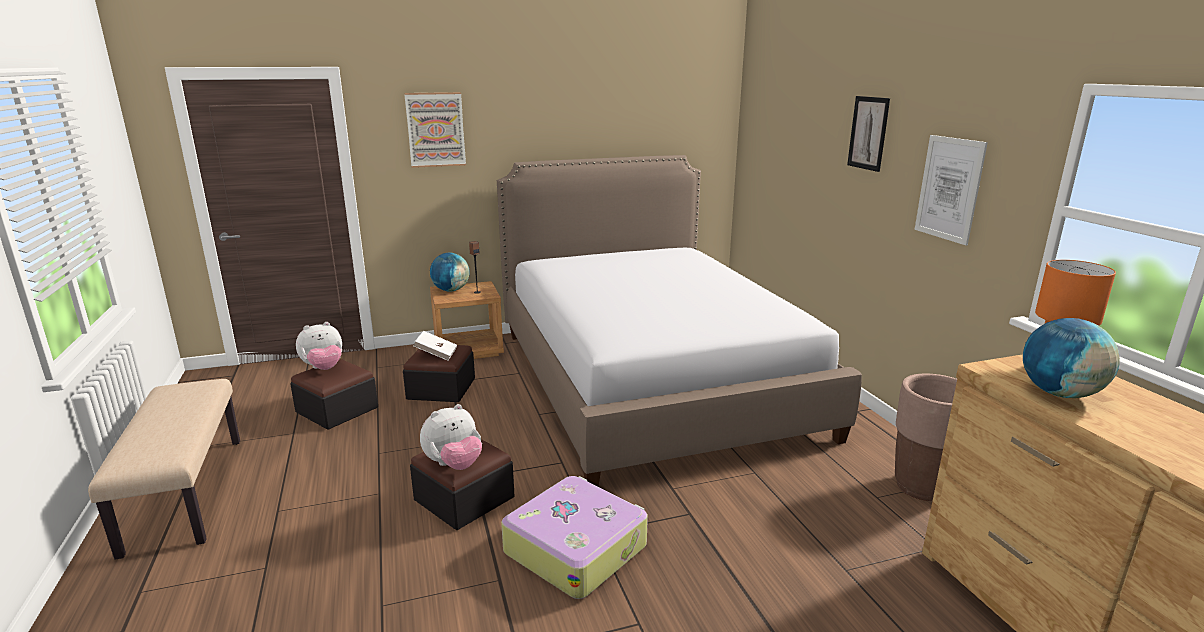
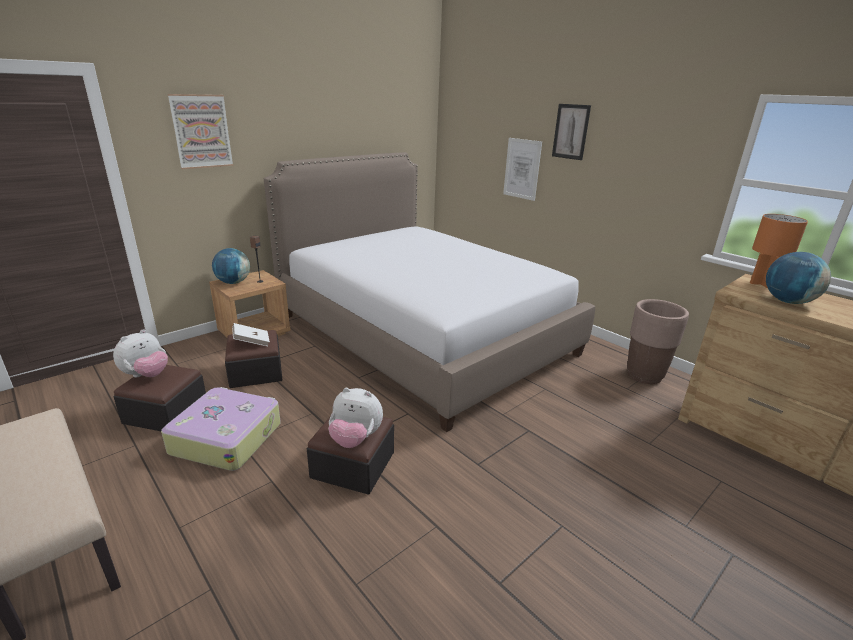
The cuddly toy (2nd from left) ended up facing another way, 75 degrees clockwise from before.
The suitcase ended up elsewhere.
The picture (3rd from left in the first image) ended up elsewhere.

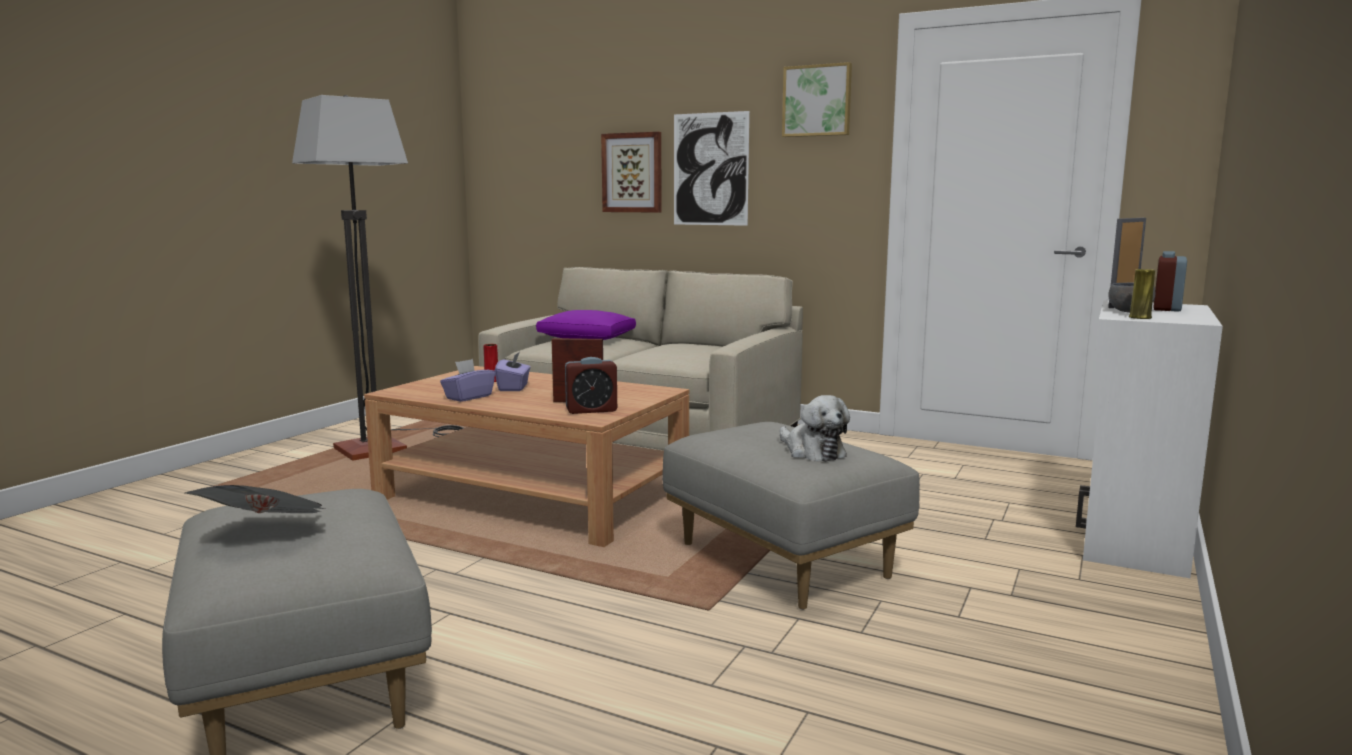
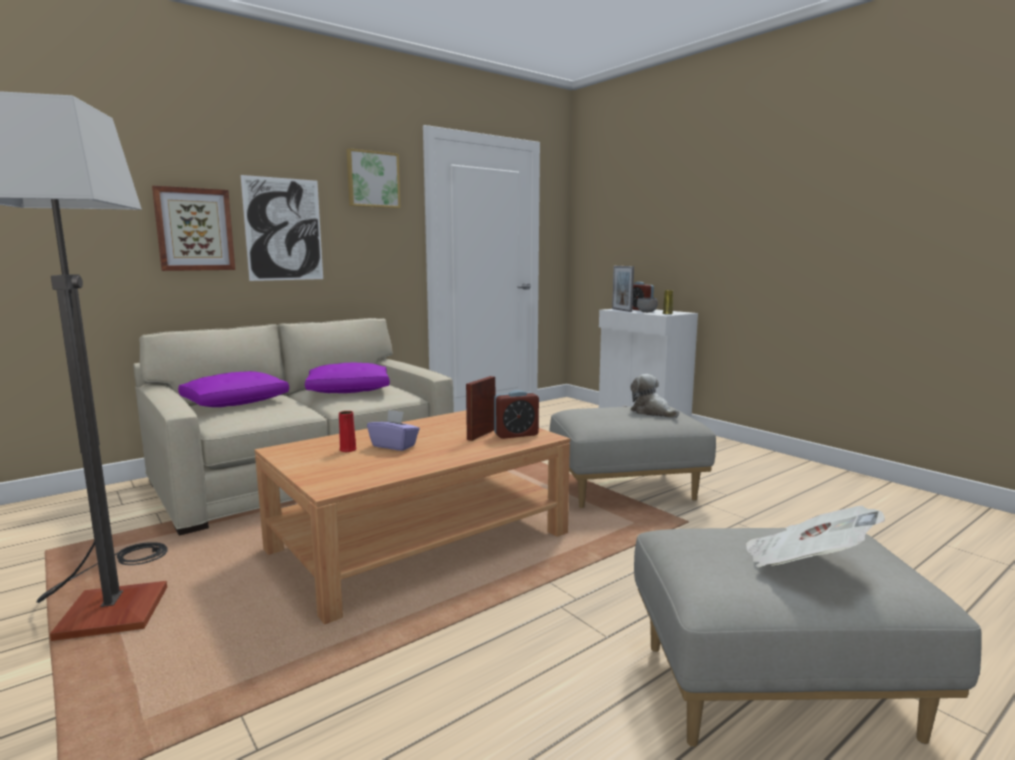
The second view lost the box of tissues (purple) (1st from left).
The table clock (1st from left) ended up facing another way, 60 degrees clockwise from before.
The cuddly toy ended up facing another way, 120 degrees counterclockwise from before.
The second view gained the throw pillow (purple) (2nd from left).

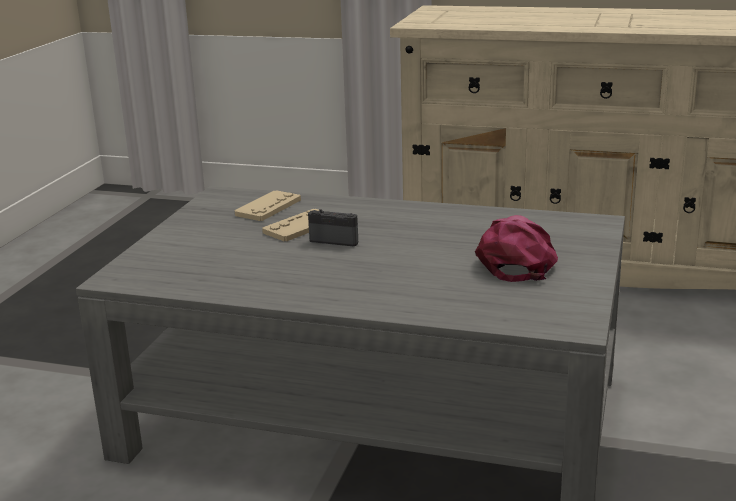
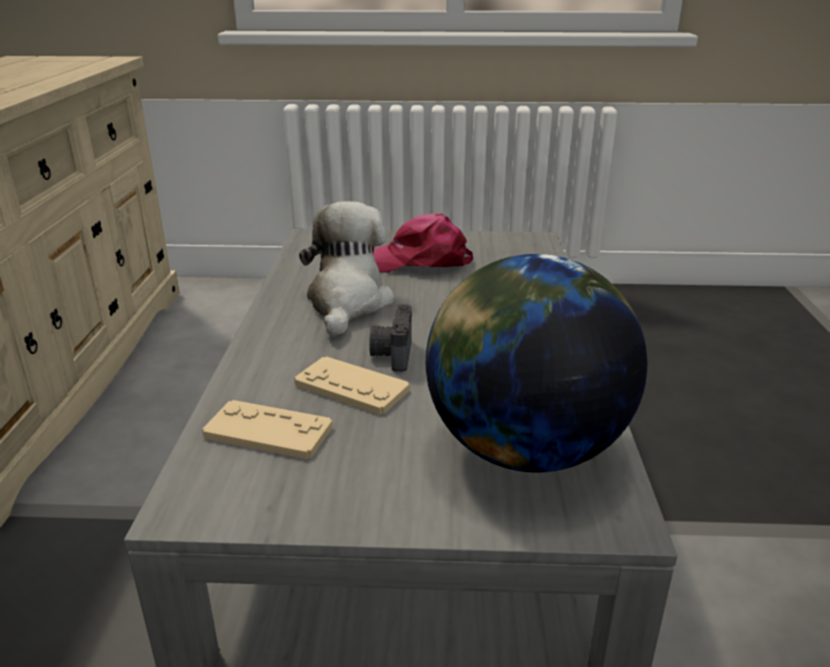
The second view gained the cuddly toy.
The second view gained the globe.

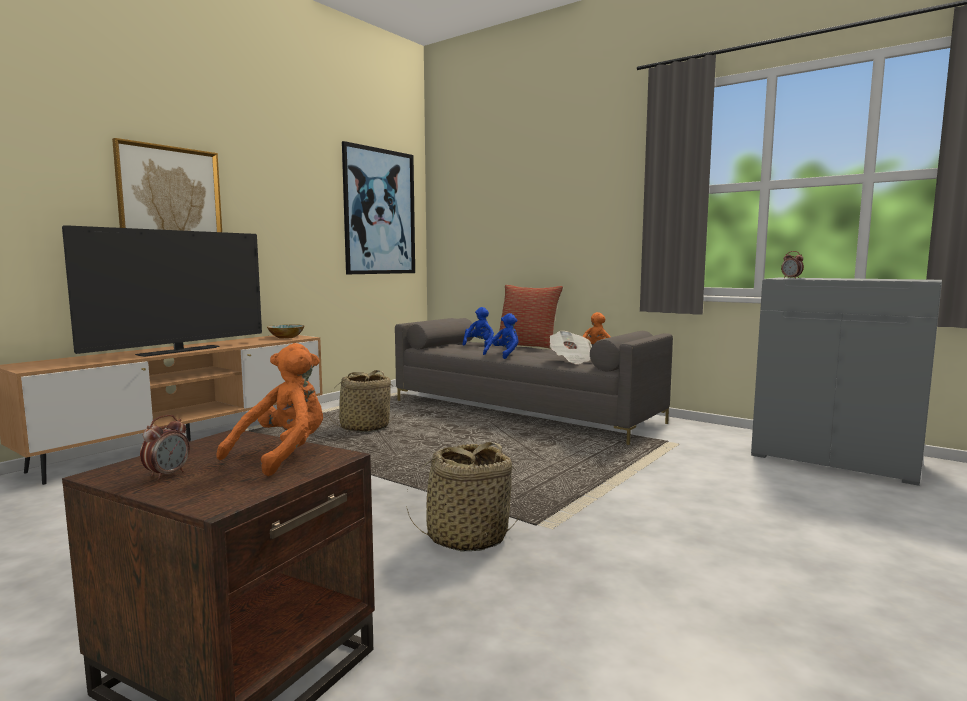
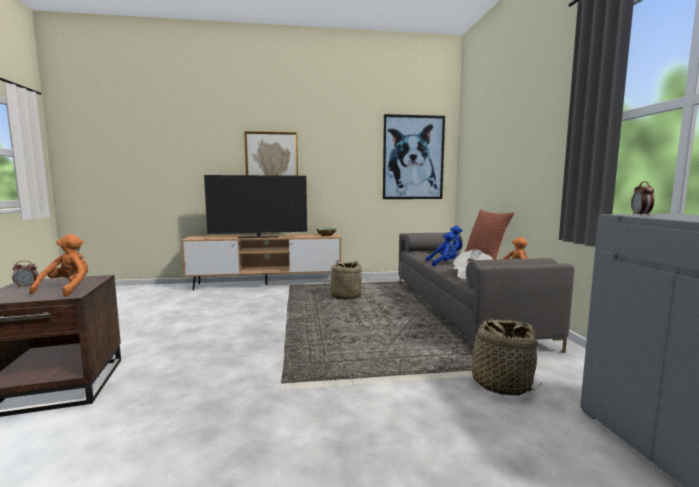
The cuddly toy (orange) (1st from left) ended up facing another way, 75 degrees counterclockwise from before.
The storage basket (2nd from left) ended up elsewhere.

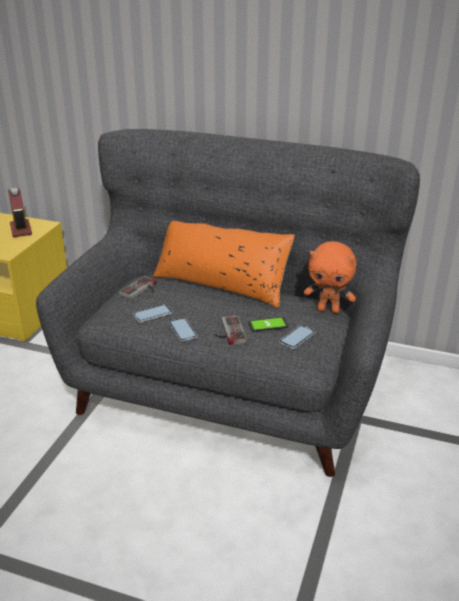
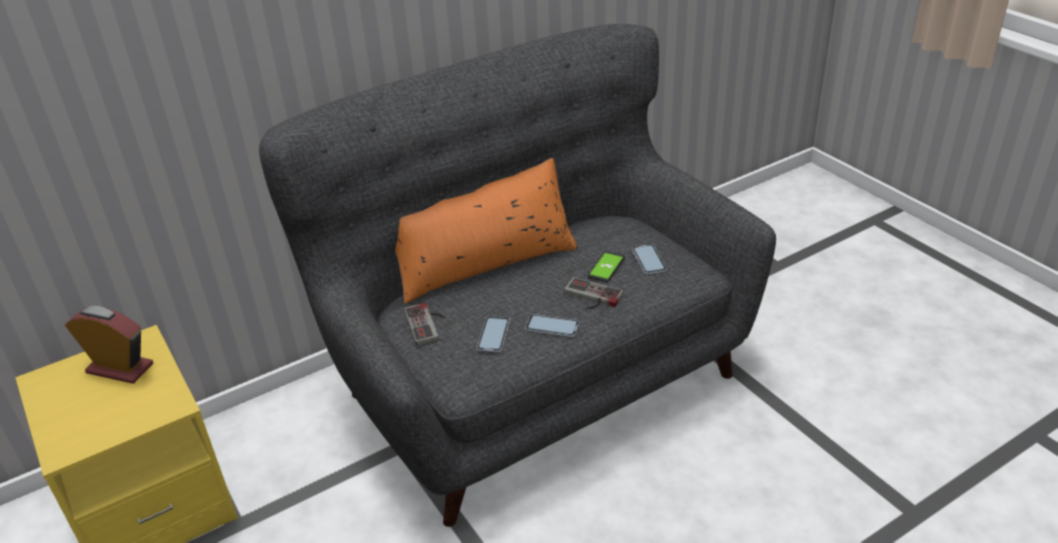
The second view lost the cuddly toy (orange).

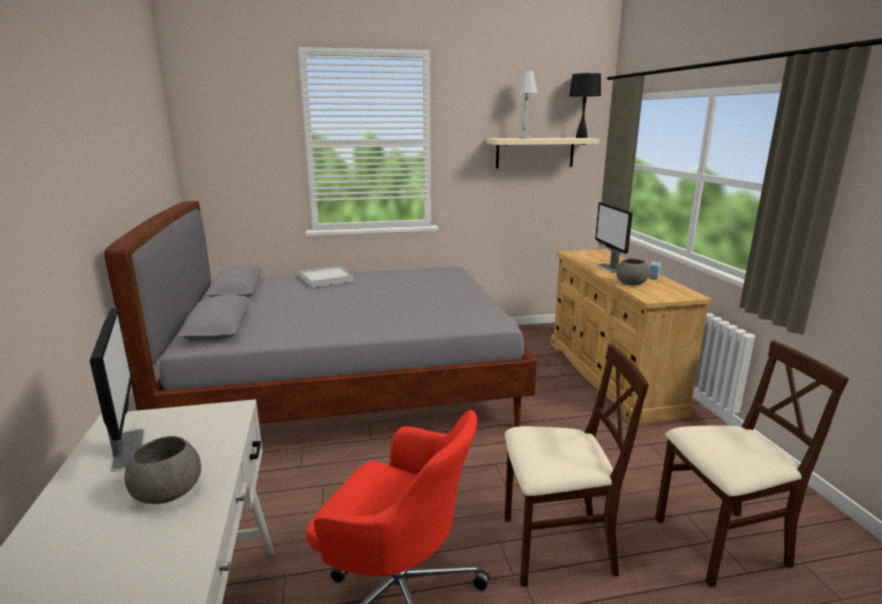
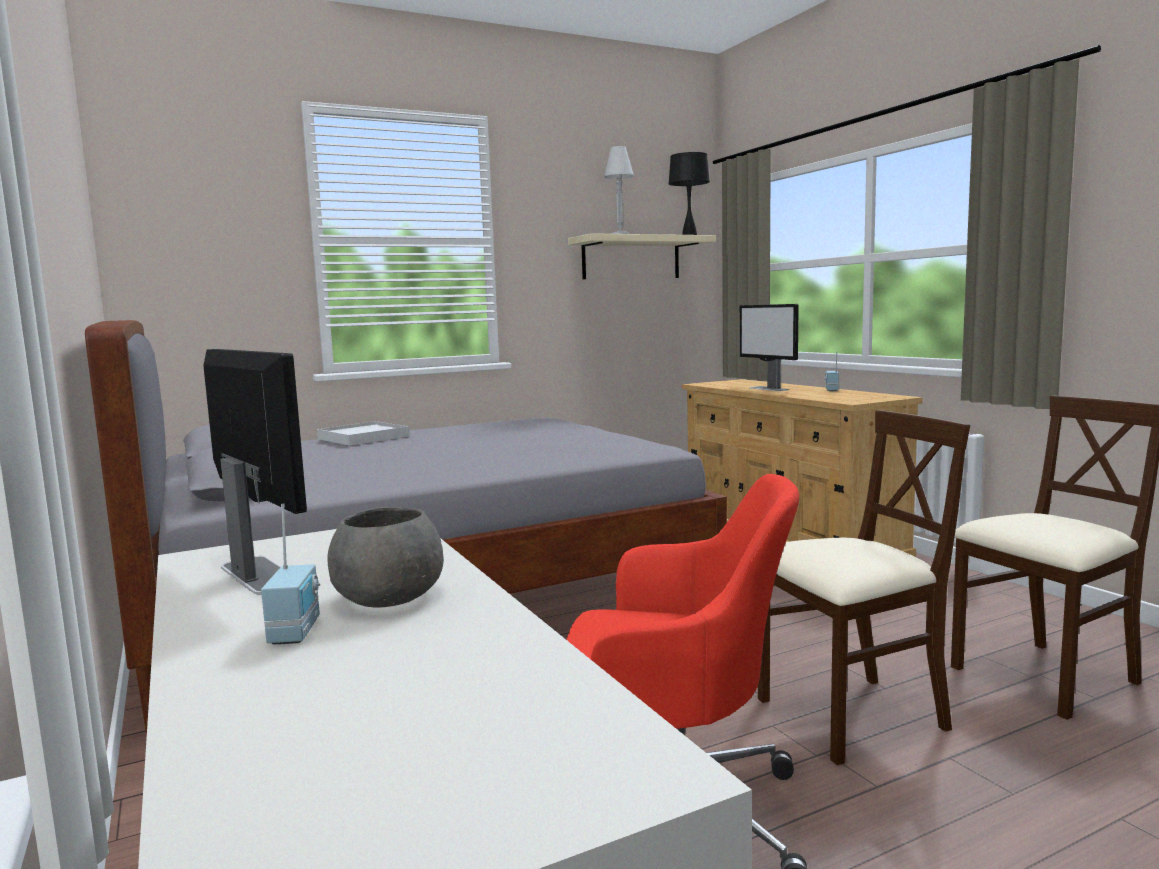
The second view lost the serving bowl (gray) (2nd from left).
The second view gained the radio receiver (1st from left).

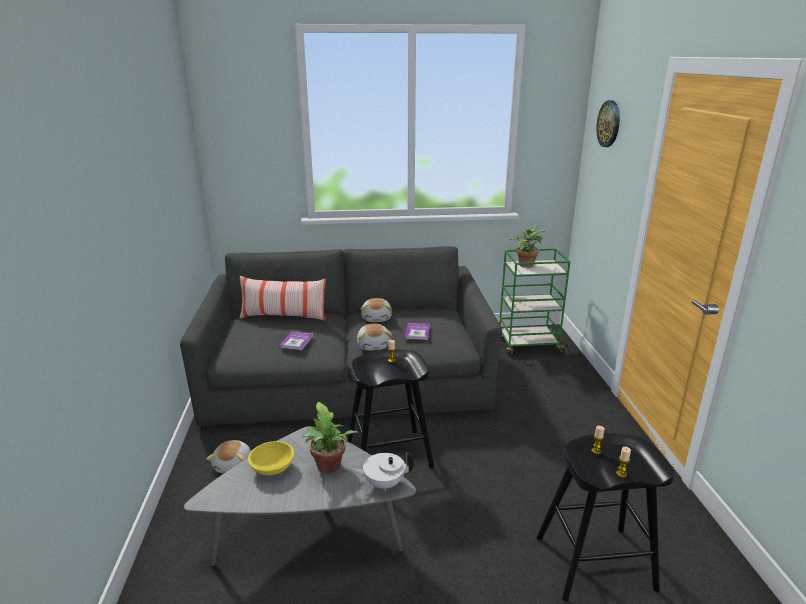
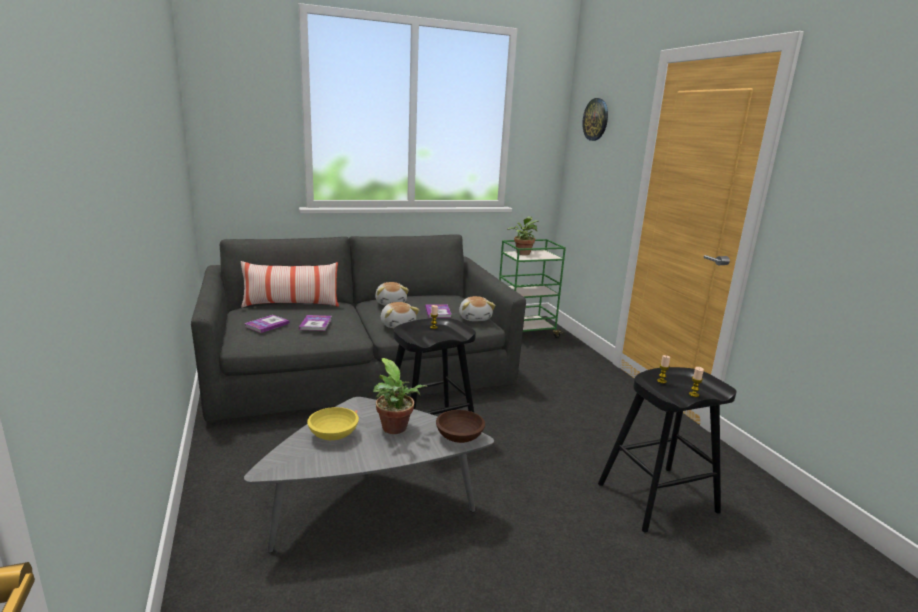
The cuddly toy (1st from left in the first image) ended up elsewhere.
Where the teapot (whitish) stood, the serving bowl (brown-coloured) came to stand.
The second view gained the book (1st from left).

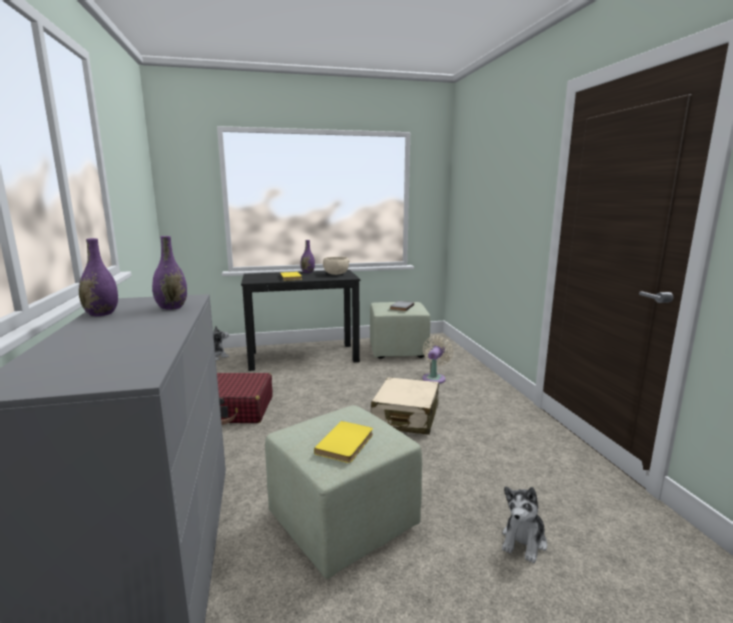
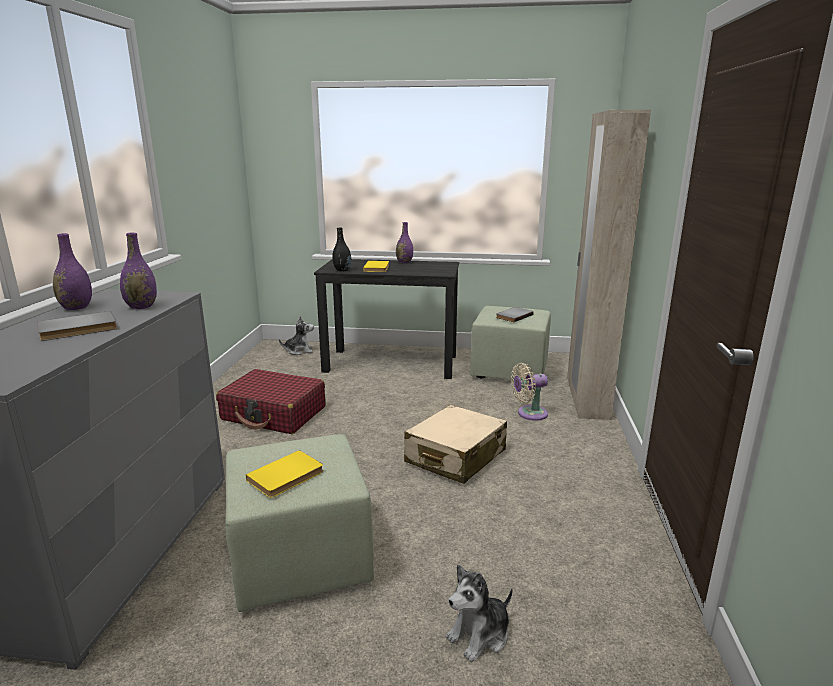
The second view lost the serving bowl (beige).
The electric fan (beige) ended up facing another way, 150 degrees counterclockwise from before.
The second view gained the book (gray) (1st from left).
The second view gained the decorative vase (black-coloured).
The second view gained the wardrobe (beige).

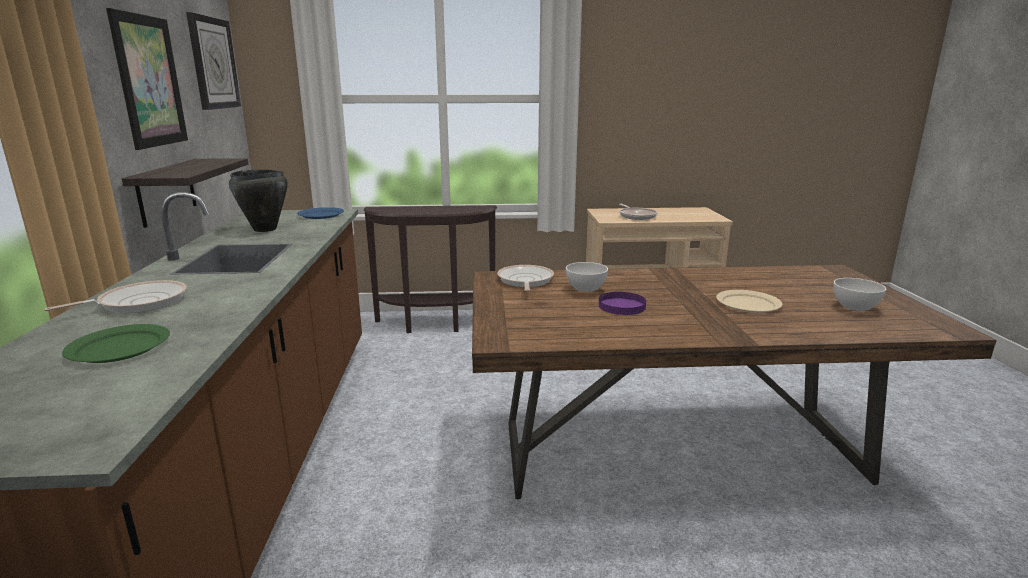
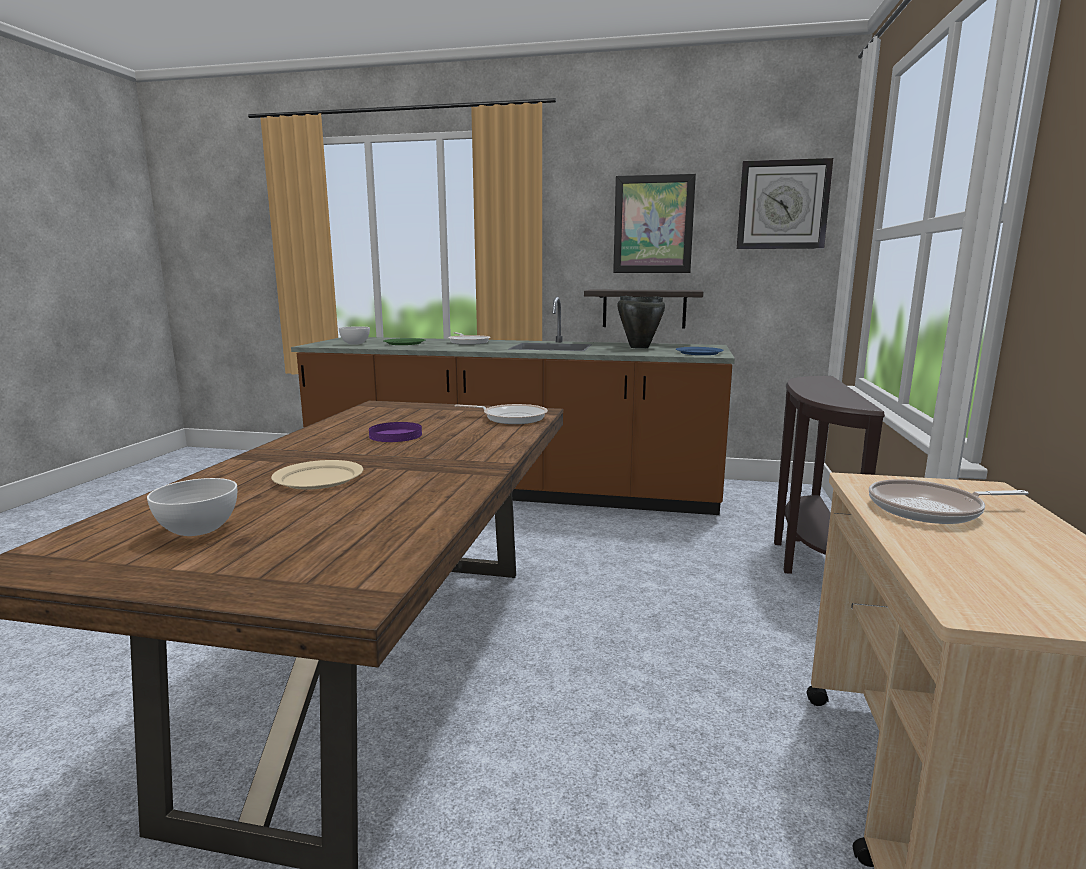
The serving bowl (whitish) (1st from left in the first image) ended up elsewhere.

